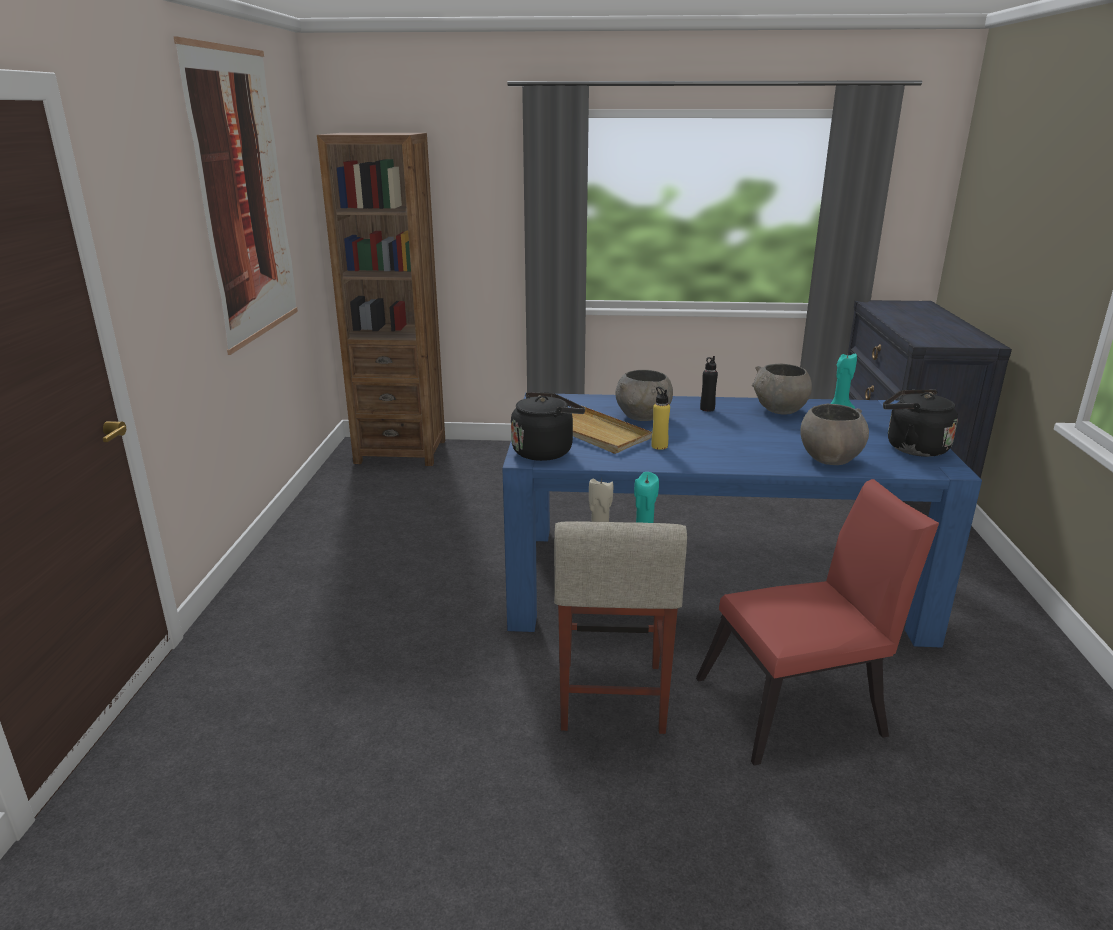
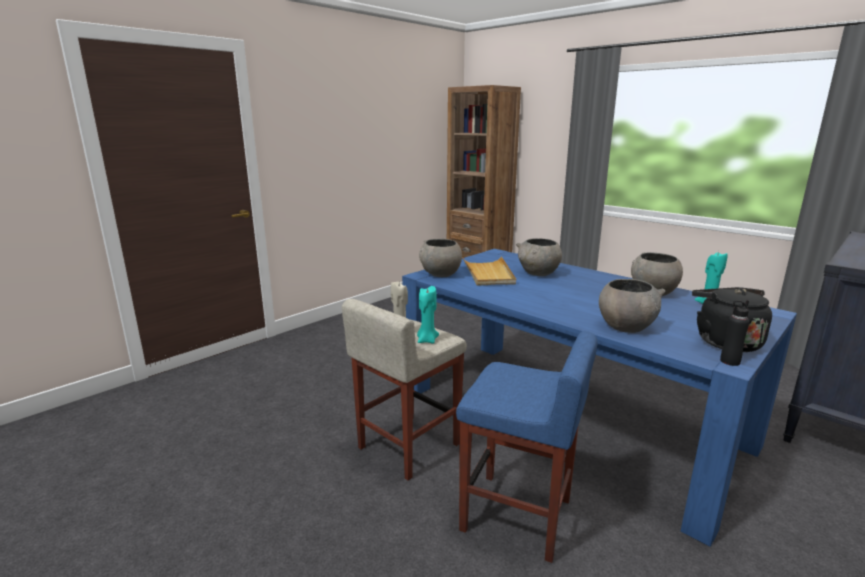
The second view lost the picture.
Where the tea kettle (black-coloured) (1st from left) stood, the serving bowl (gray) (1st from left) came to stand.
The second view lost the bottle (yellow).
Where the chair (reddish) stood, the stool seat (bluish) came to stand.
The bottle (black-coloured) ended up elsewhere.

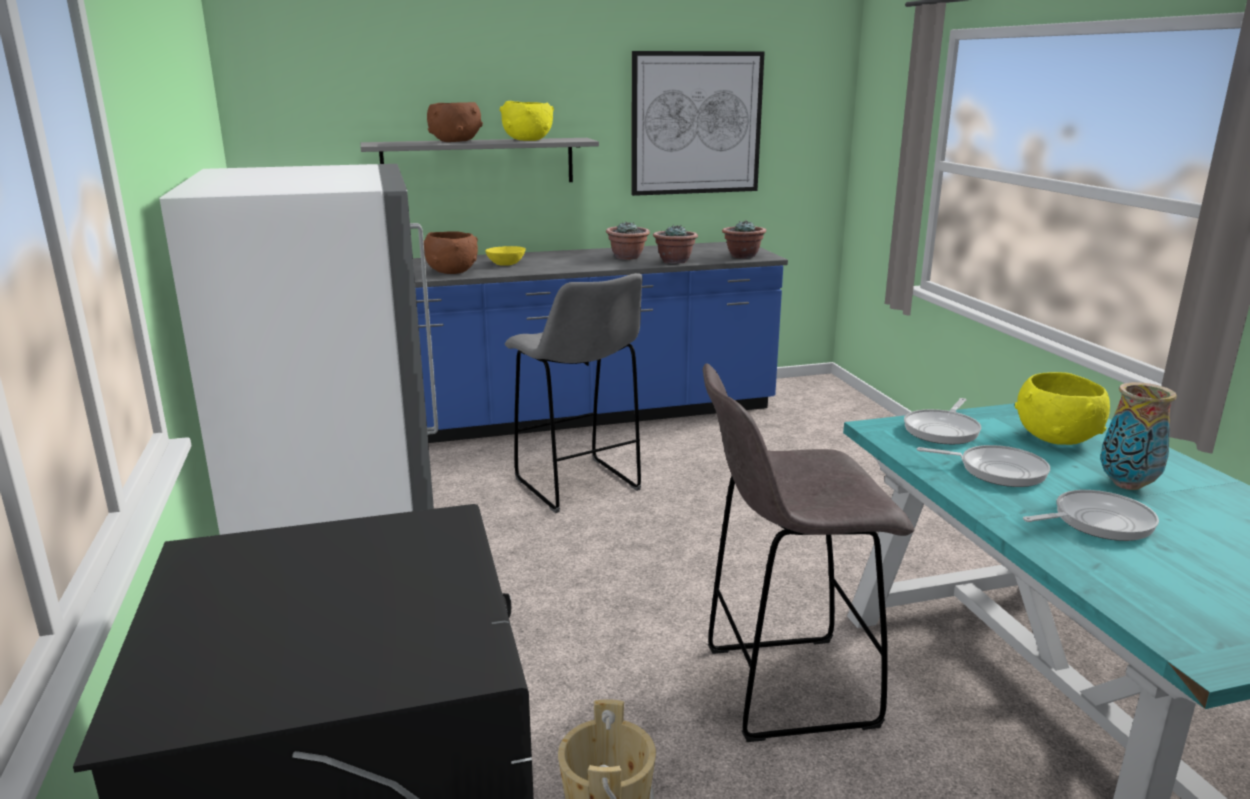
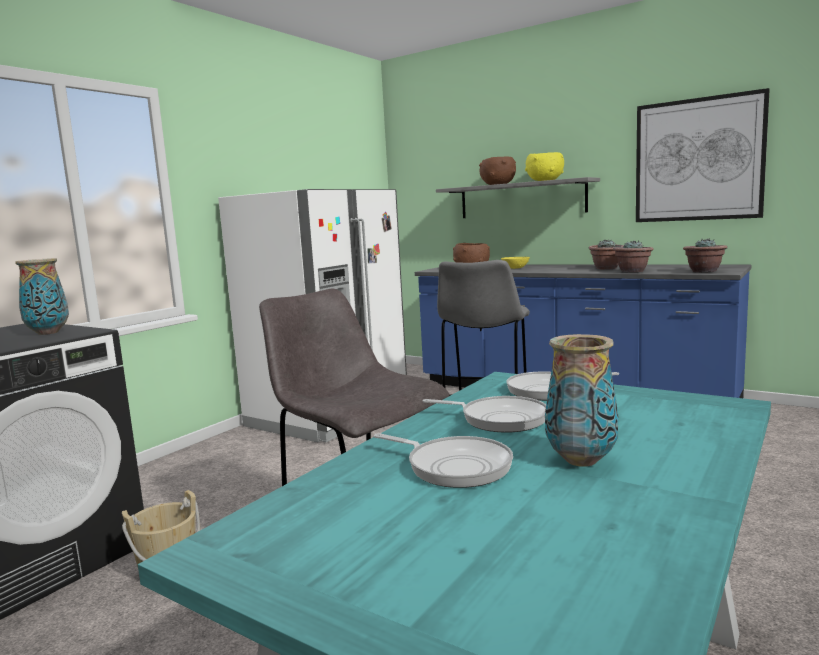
The pan (2nd from left) ended up facing another way, 45 degrees counterclockwise from before.
The second view lost the serving bowl (yellow) (3rd from left).
The second view gained the decorative vase (1st from left).

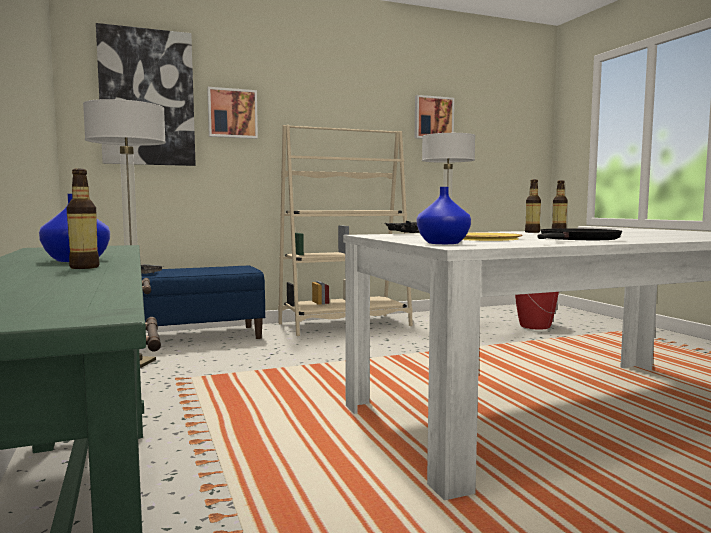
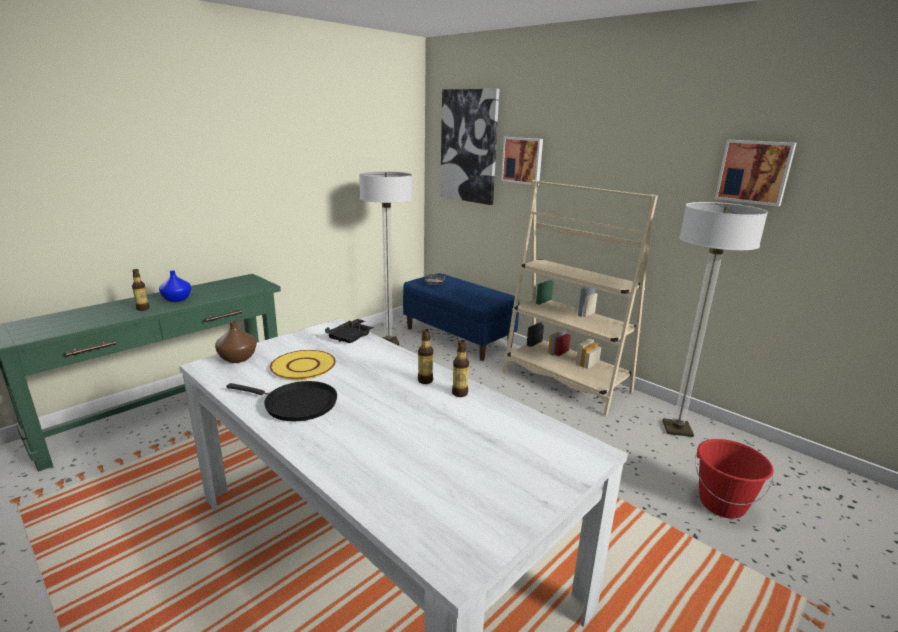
What was the decorative vase (bluish) (2nd from left) turned into the decorative vase (brown-coloured).

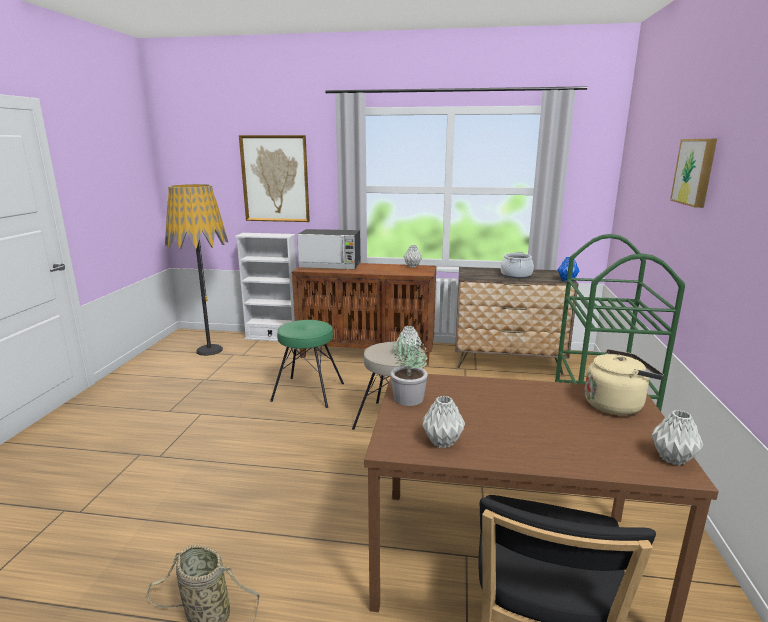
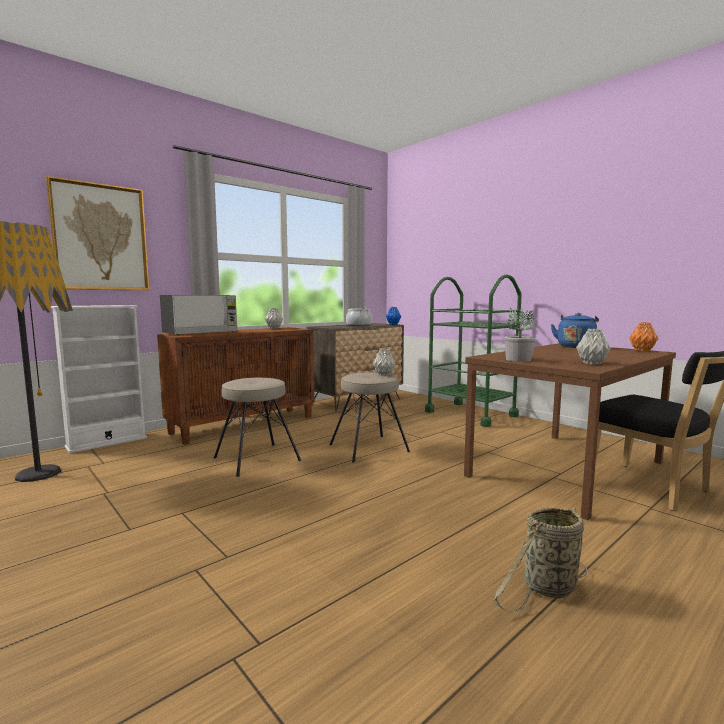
What was the stool seat (green-coloured) turned into the stool seat (beige) (1st from left).
What was the tea kettle (beige) turned into the tea kettle (bluish).
What was the decorative vase (gray) (4th from left) turned into the decorative vase (orange).
The second view lost the picture (2nd from left).

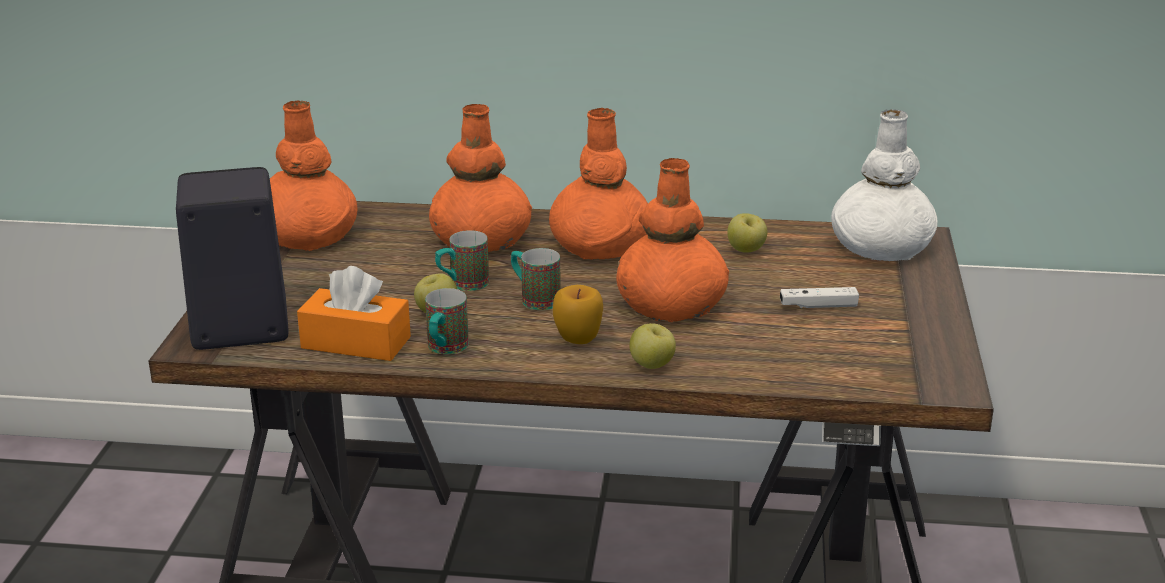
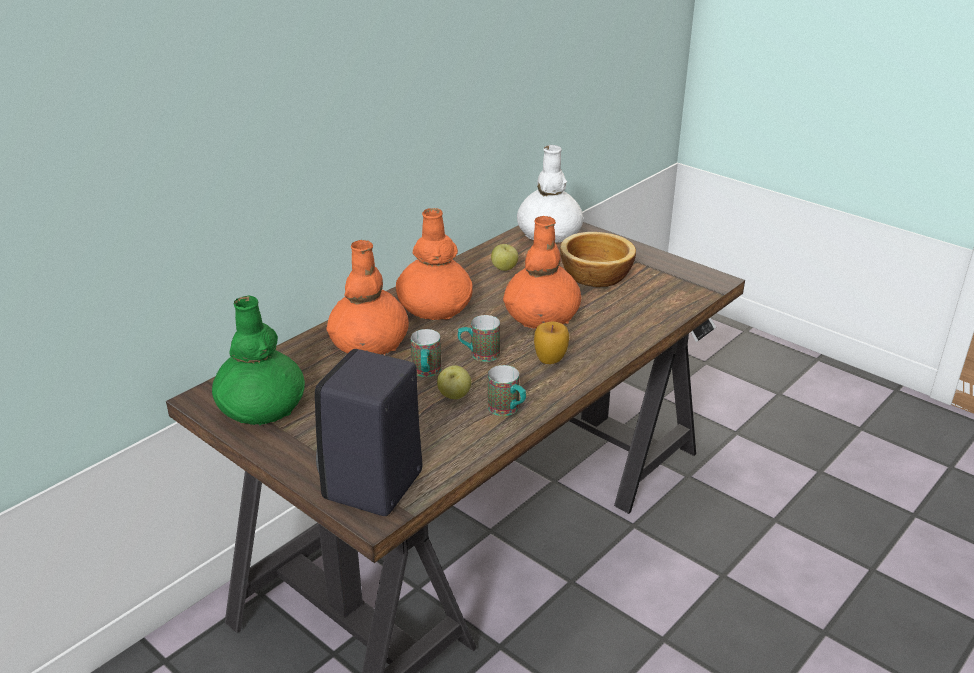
What was the decorative vase (orange) (1st from left) turned into the decorative vase (green-coloured).
The second view lost the box of tissues (orange).
The second view lost the apple fruit (3rd from left).
Where the gamepad (whitish) stood, the serving bowl came to stand.

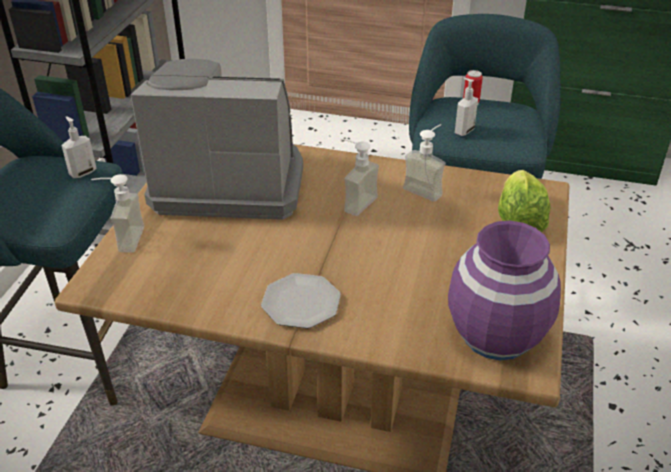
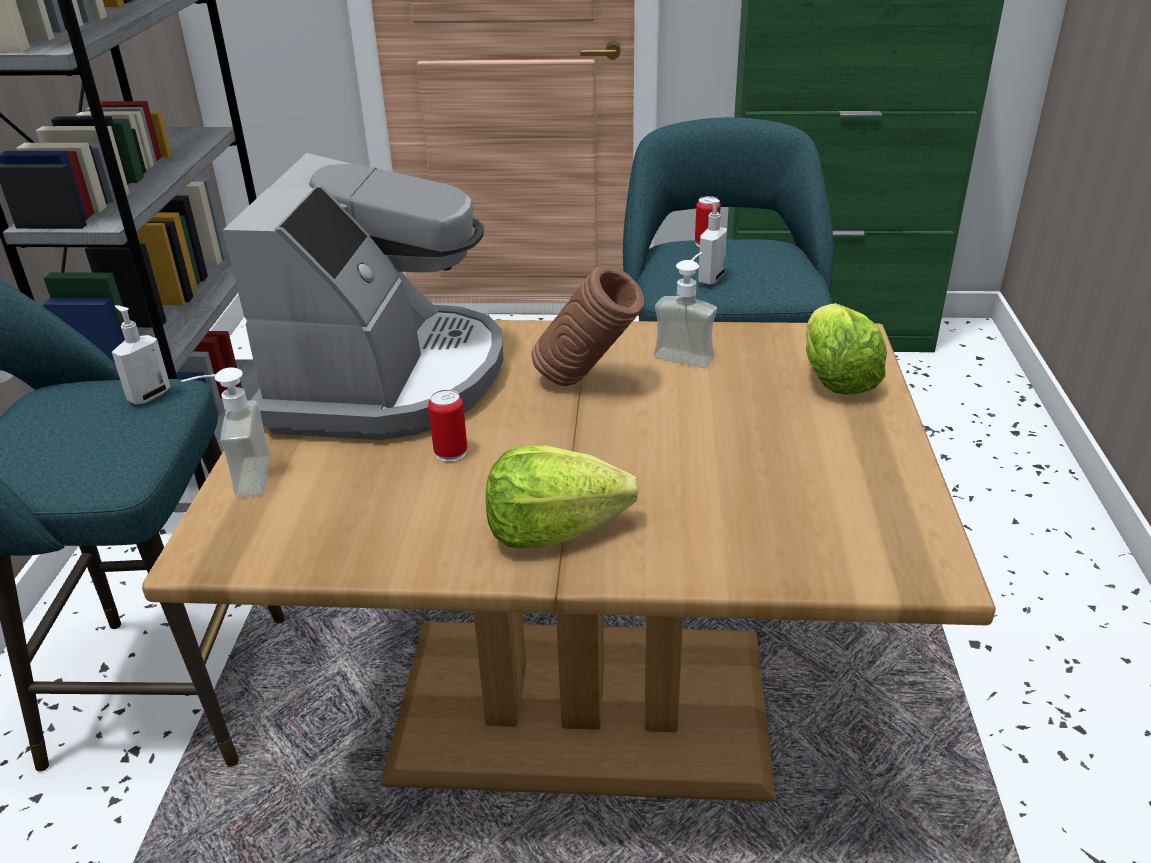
The coffee machine ended up facing another way, 105 degrees clockwise from before.
Where the dinner plate stood, the lettuce (1st from left) came to stand.
Where the liquid soap bottle (3rd from left) stood, the decorative vase (brown-coloured) came to stand.
The second view lost the decorative vase (purple).
The second view gained the can (1st from left).

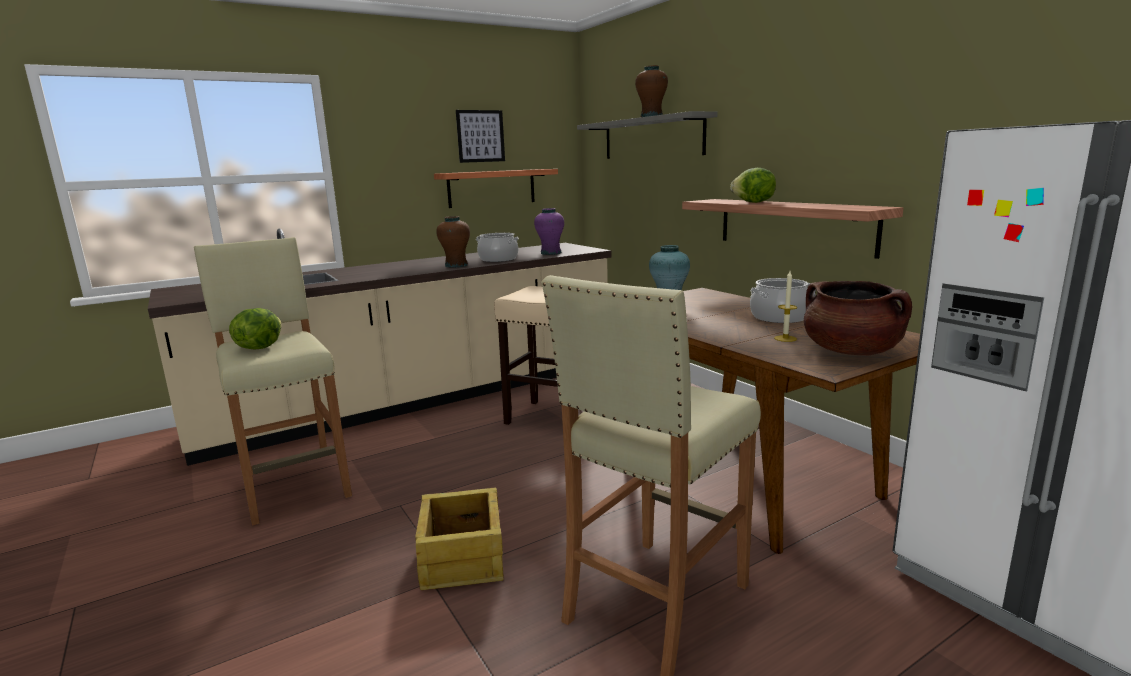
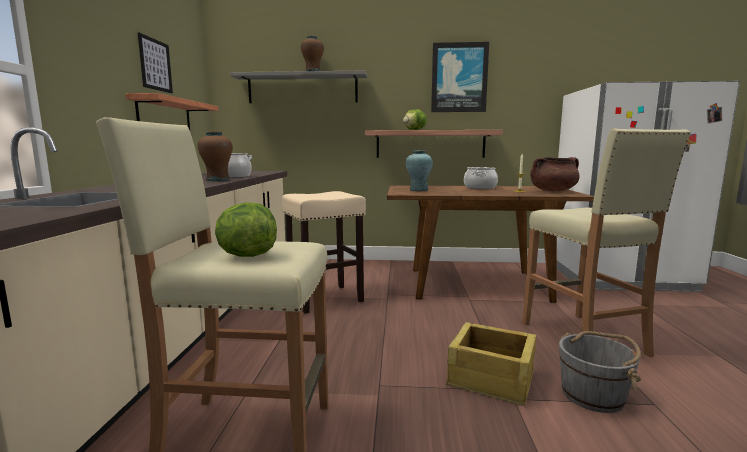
The second view lost the decorative vase (purple).
The second view gained the picture (2nd from left).
The second view gained the bucket (gray).

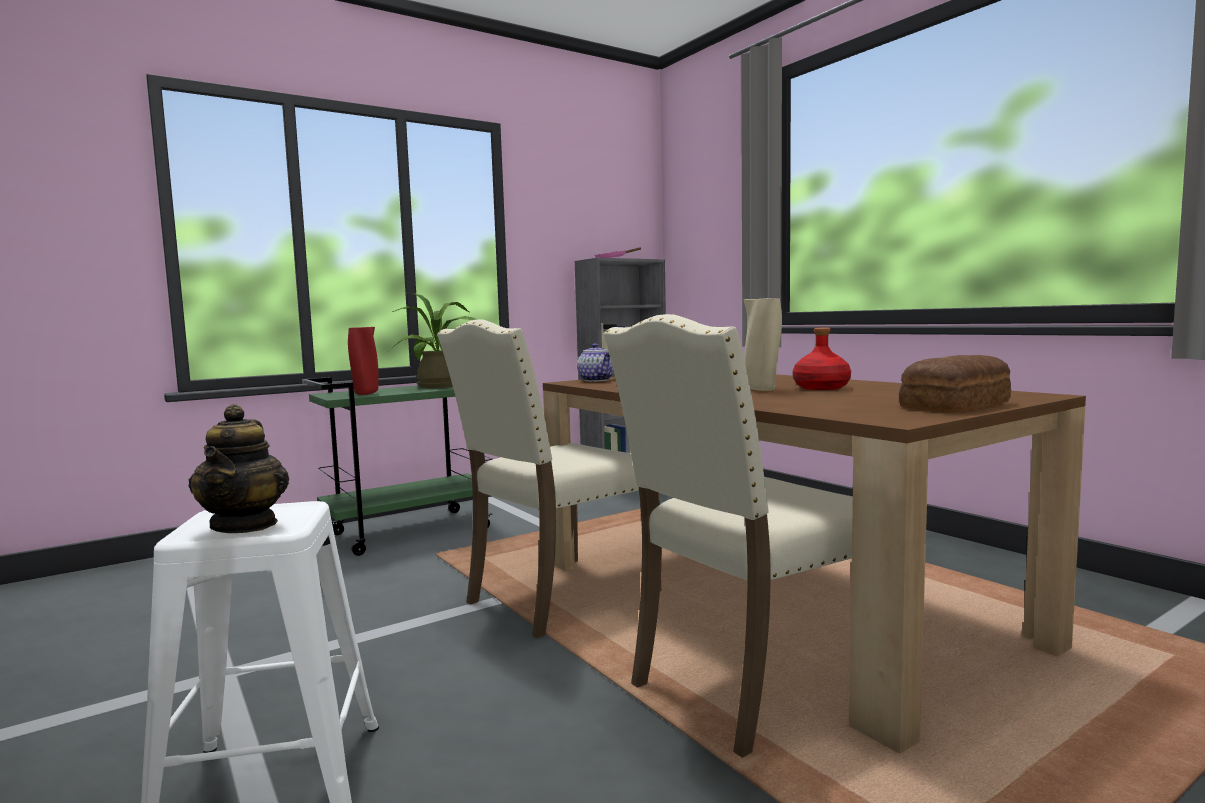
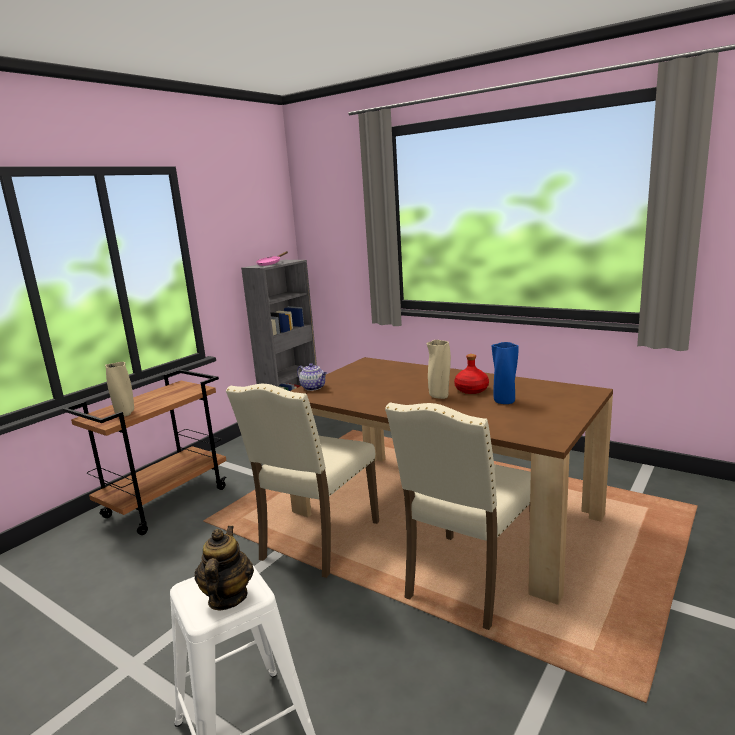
The teapot (1st from left) ended up facing another way, 150 degrees counterclockwise from before.
What was the trolley (green-coloured) turned into the trolley (brown-coloured).
What was the decorative vase (reddish) turned into the decorative vase (beige) (1st from left).
The second view lost the houseplant.
The second view lost the bread.
The second view gained the decorative vase (bluish).

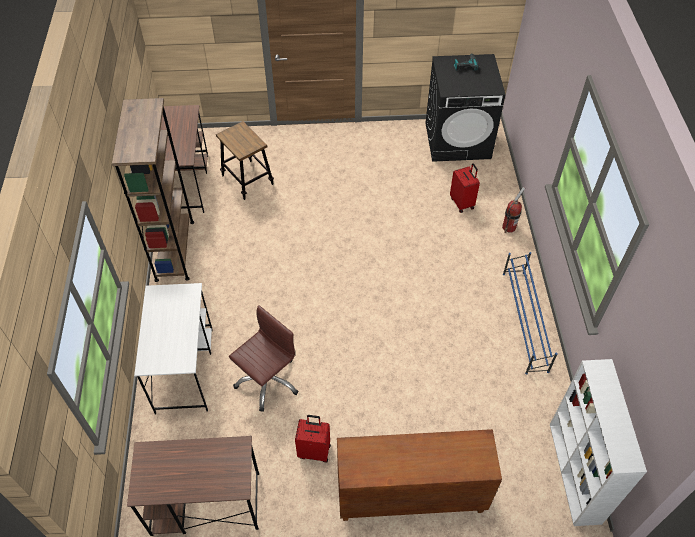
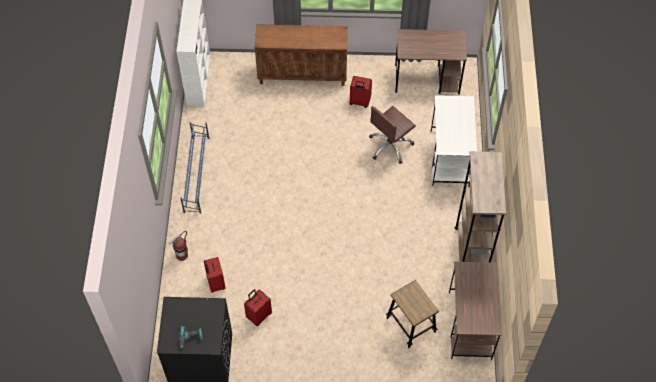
The second view gained the suitcase (reddish) (2nd from left).

